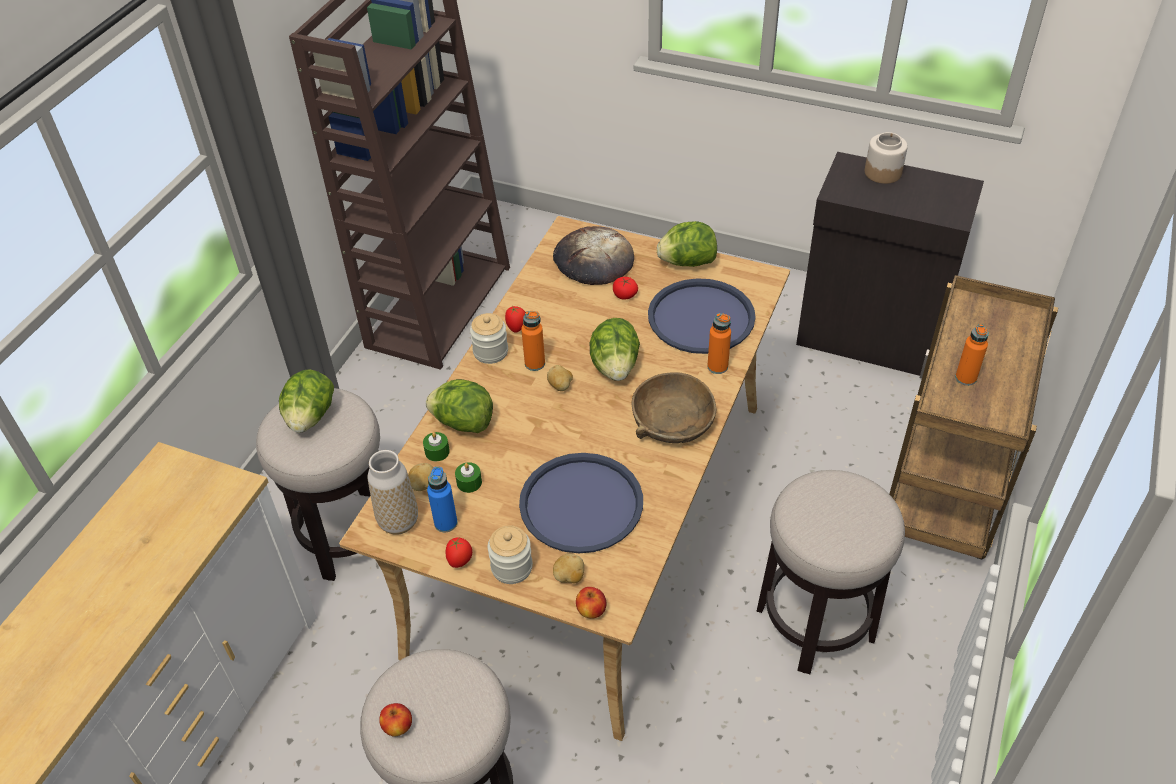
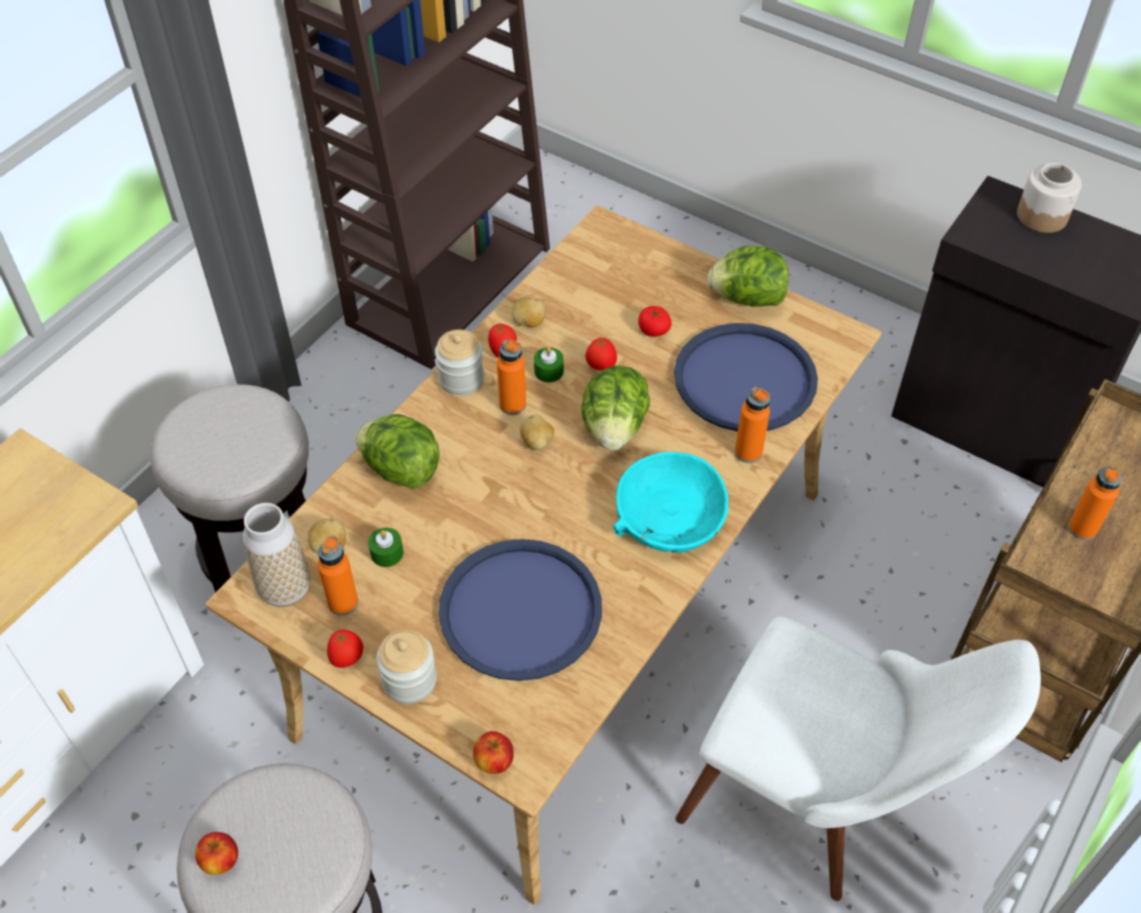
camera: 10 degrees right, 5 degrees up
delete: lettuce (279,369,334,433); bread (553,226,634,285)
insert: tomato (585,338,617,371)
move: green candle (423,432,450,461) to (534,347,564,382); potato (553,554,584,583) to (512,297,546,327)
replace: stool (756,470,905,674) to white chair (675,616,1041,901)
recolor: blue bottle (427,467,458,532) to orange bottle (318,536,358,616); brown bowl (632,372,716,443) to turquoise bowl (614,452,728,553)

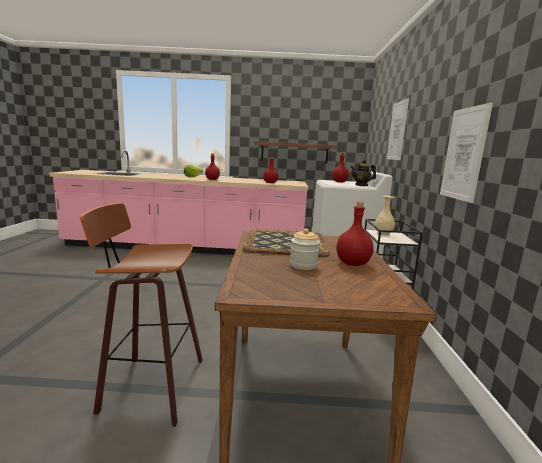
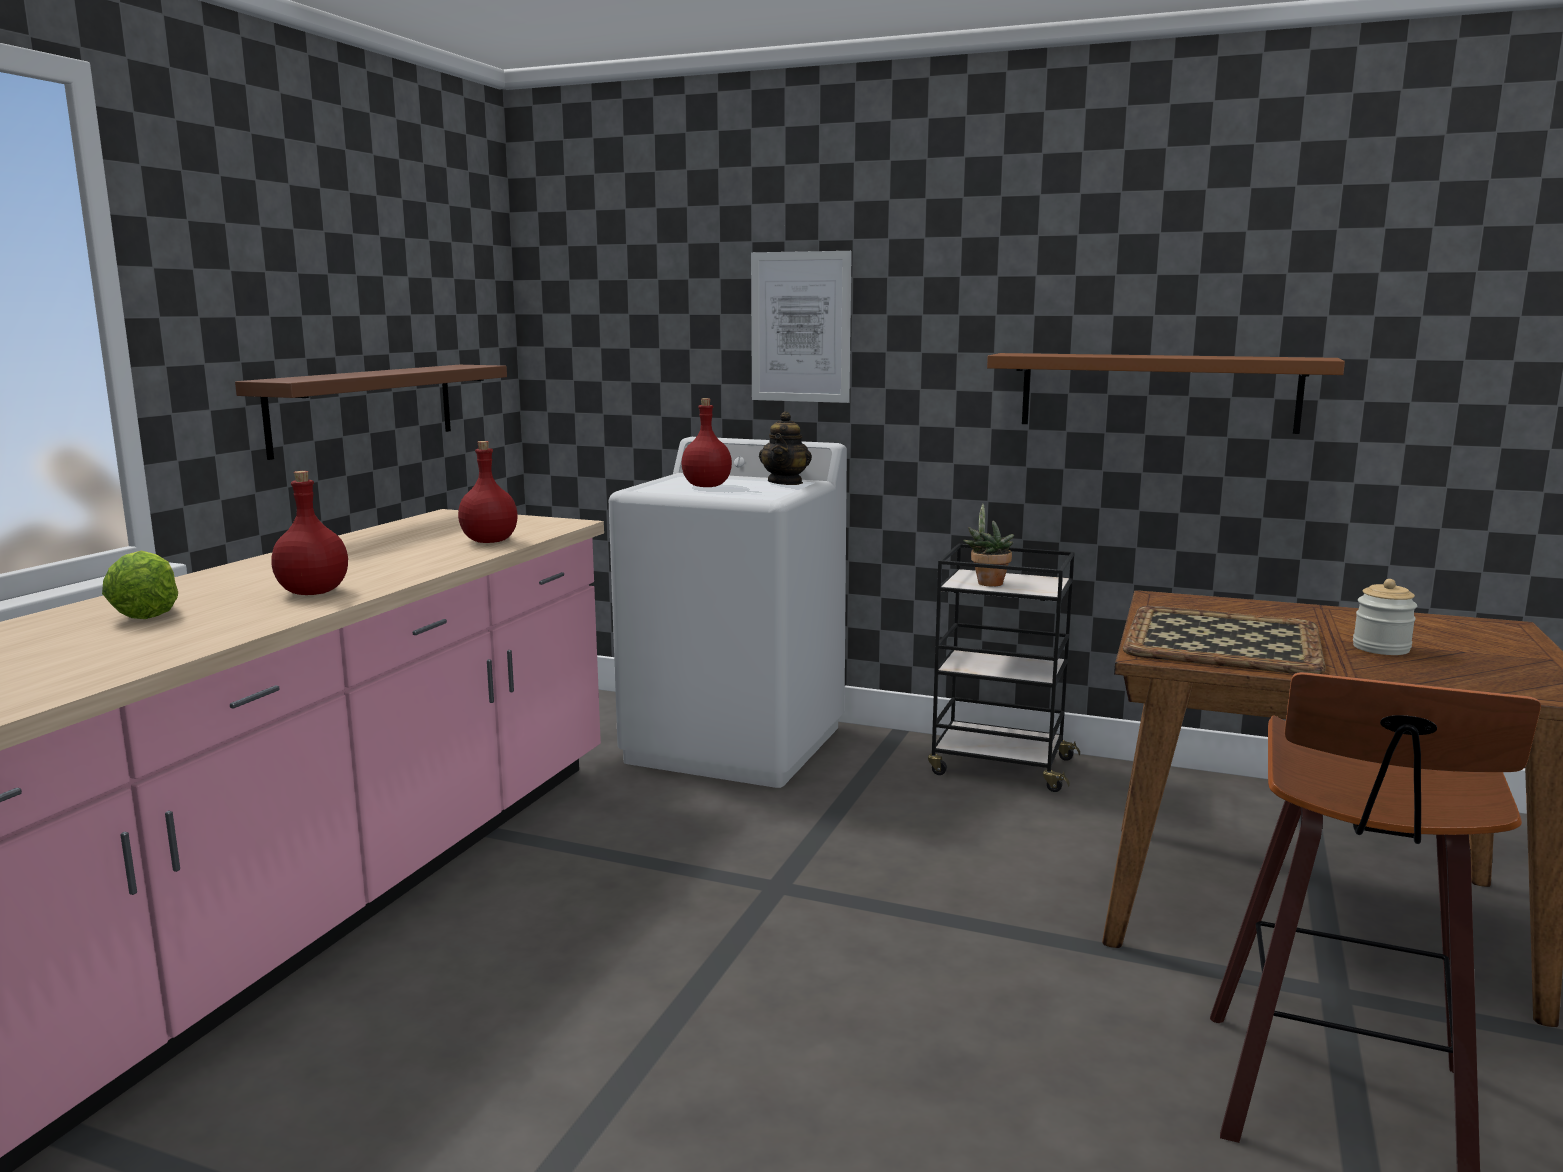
camera: 70 degrees left, 0 degrees up
delete: red bottle (336,202,374,266)
replace: beige vase (374,196,395,236) to potted plant (963,503,1014,586); picture (440,103,493,203) to brown shelf (987,353,1345,434)

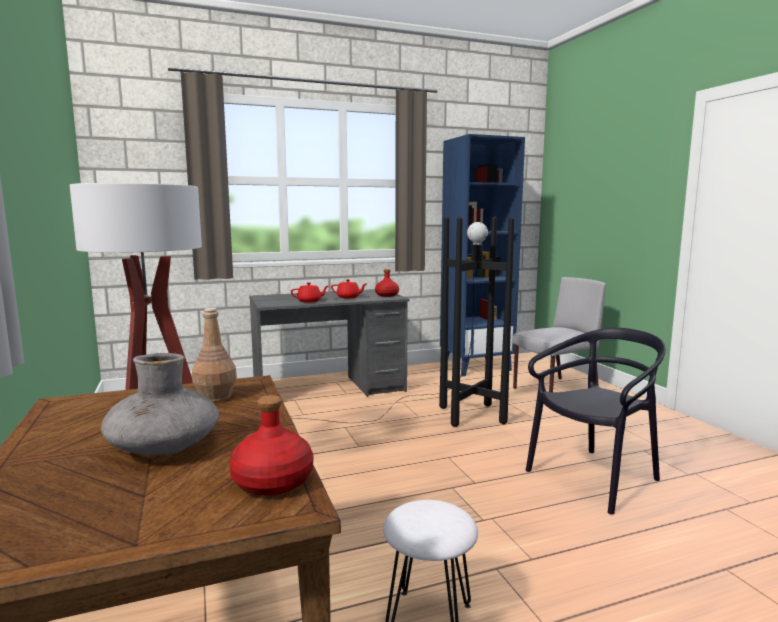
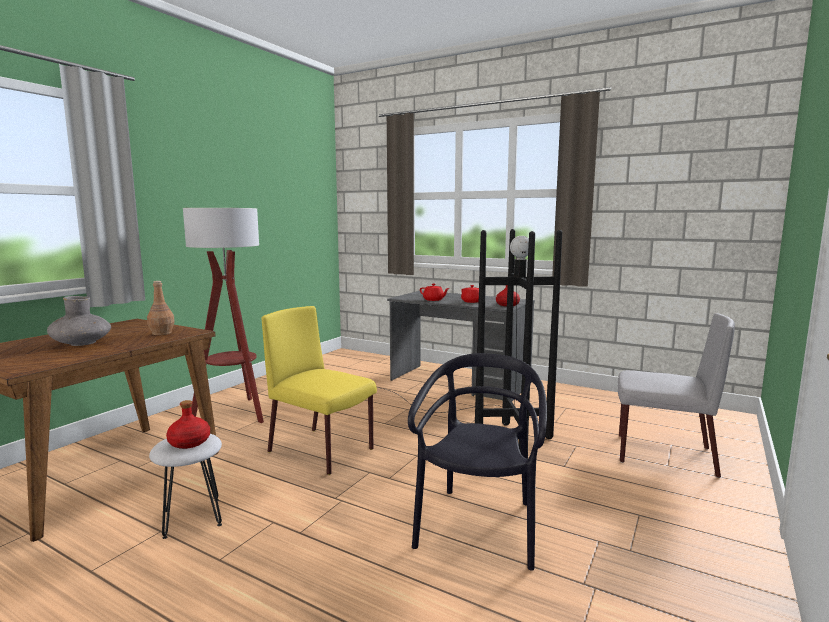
camera: 50 degrees right, 0 degrees up
delete: blue bookcase (440,134,525,376)
insert: yellow chair (262,306,377,475)
move: red bottle (229,395,313,496) to (166,400,210,449)
rotate: black chair (526,328,666,515) = (408,353,547,571) 90 degrees counterclockwise

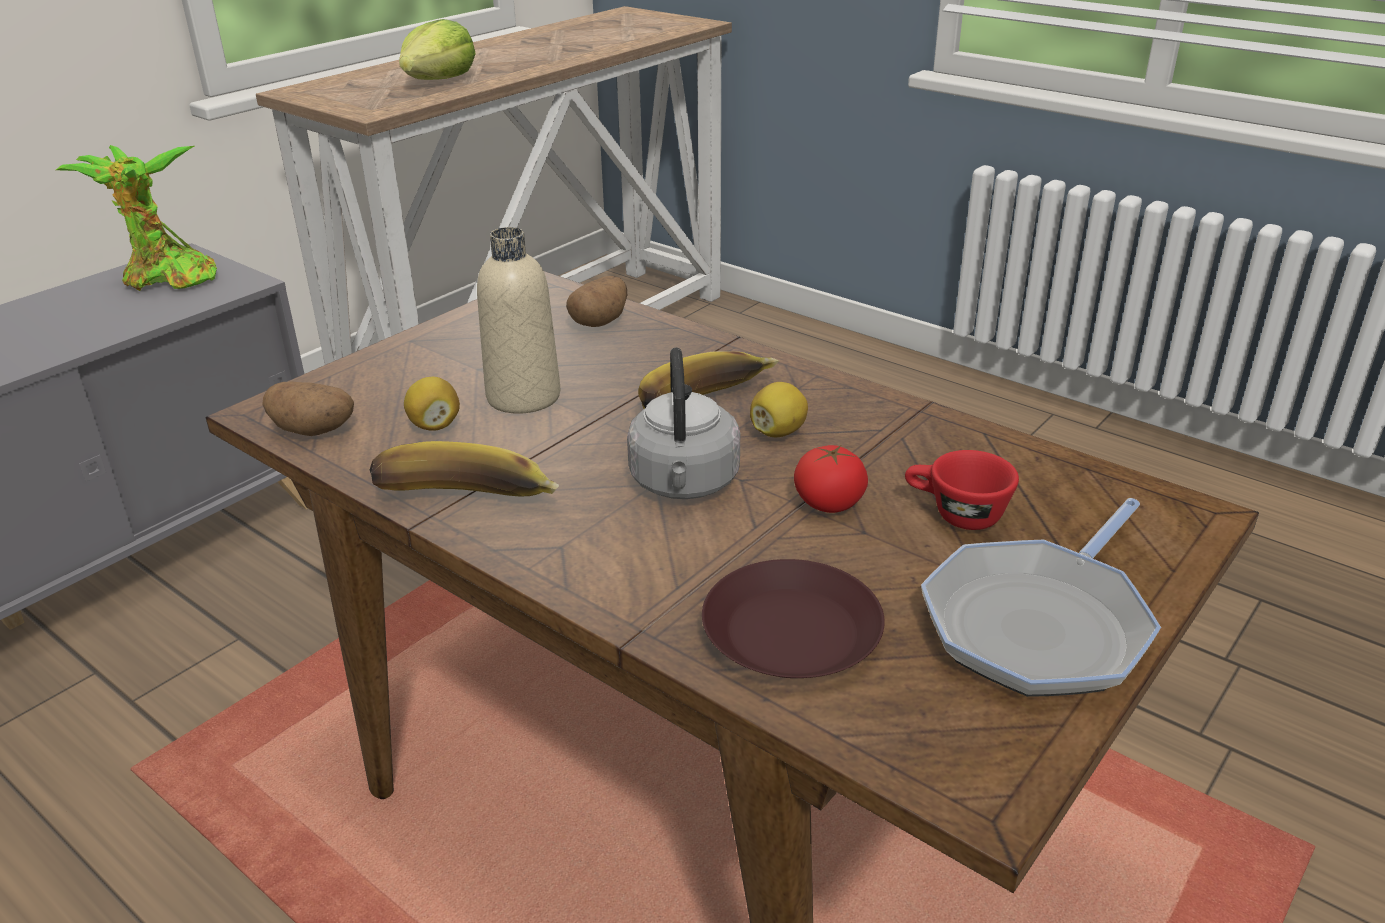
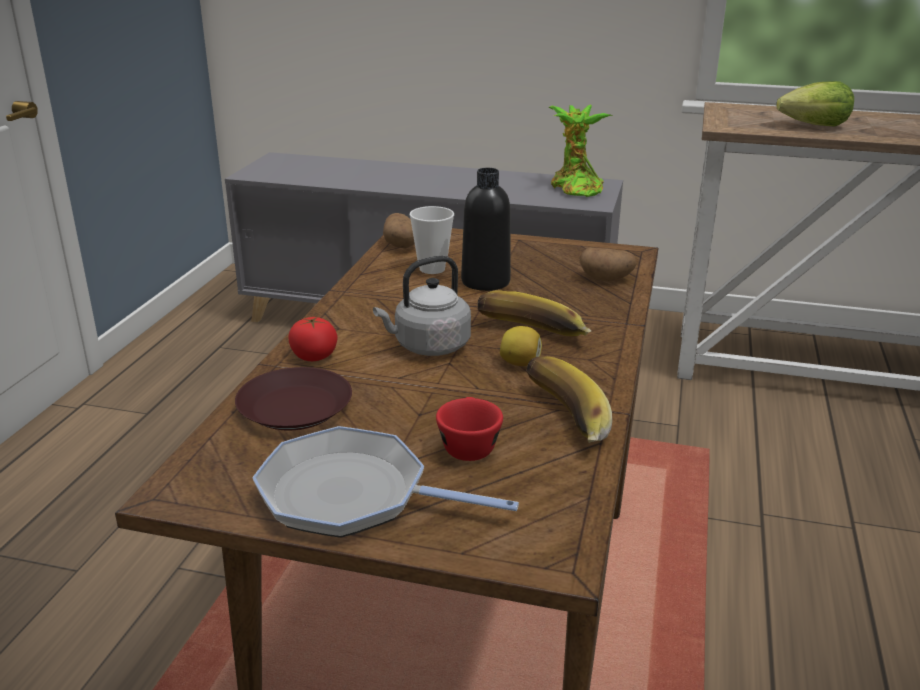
camera: 65 degrees right, 5 degrees down
move: banana (370,441,560,496) to (527,356,612,443); tomato (794,445,868,513) to (288,317,338,361)
replace: lemon (404,377,460,431) to cup (410,206,454,274)
recolor: beige bottle (477,227,560,414) to black bottle (461,168,511,291)

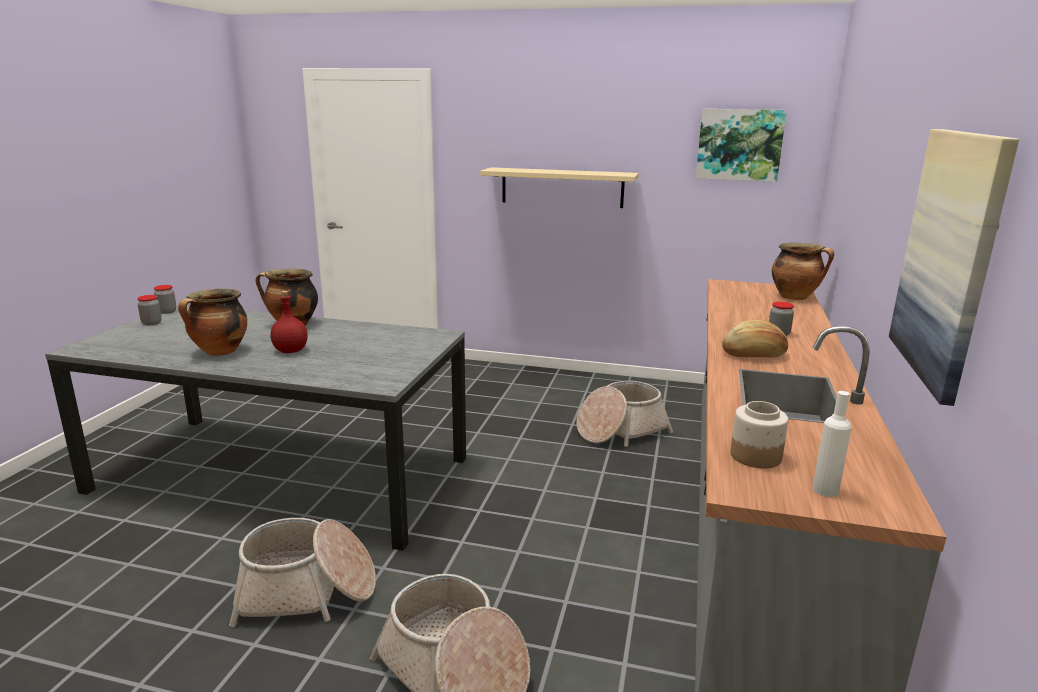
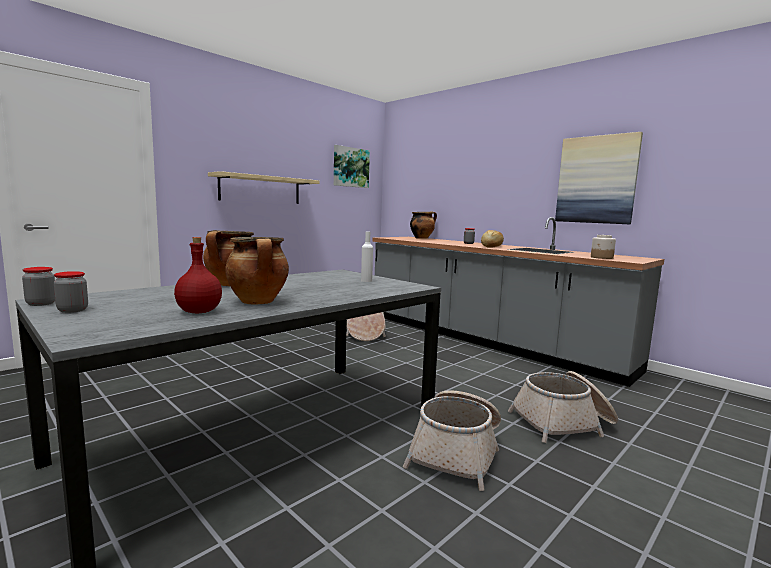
camera: 60 degrees left, 10 degrees down
move: red bottle (271,291,308,353) to (174,237,222,313); white bottle (813,391,852,497) to (361,232,373,282)

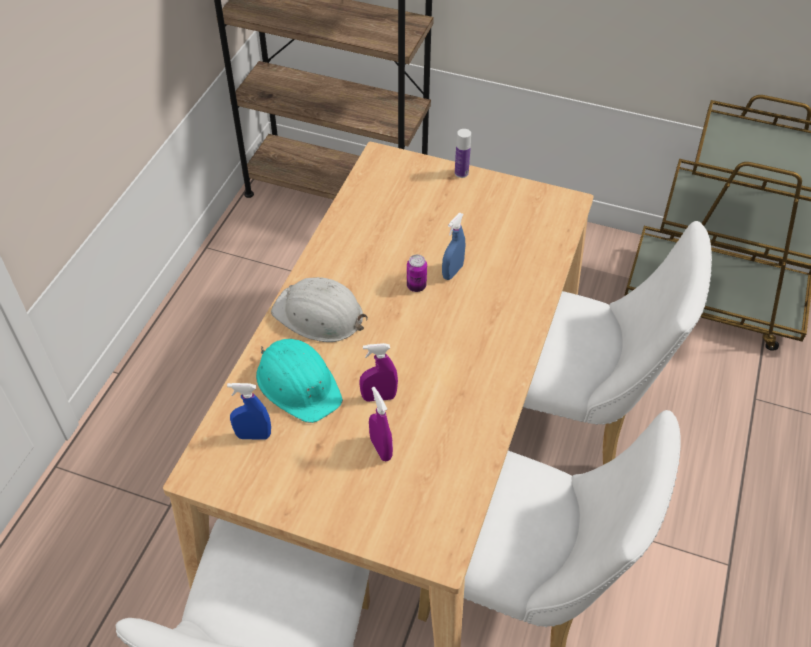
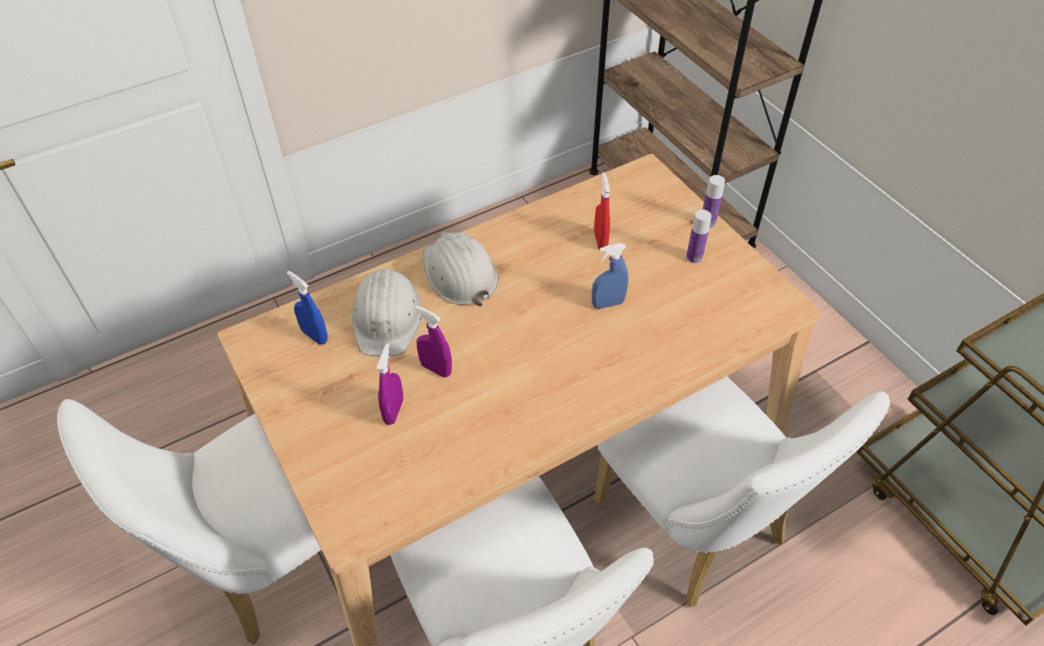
camera: 40 degrees right, 0 degrees up
delete: can (407,255,427,292)
insert: red spray bottle (594,172,610,249); bottle (686,210,712,264)
recolor: turquoise hard hat (256,339,343,423) to white hard hat (352,269,422,356)

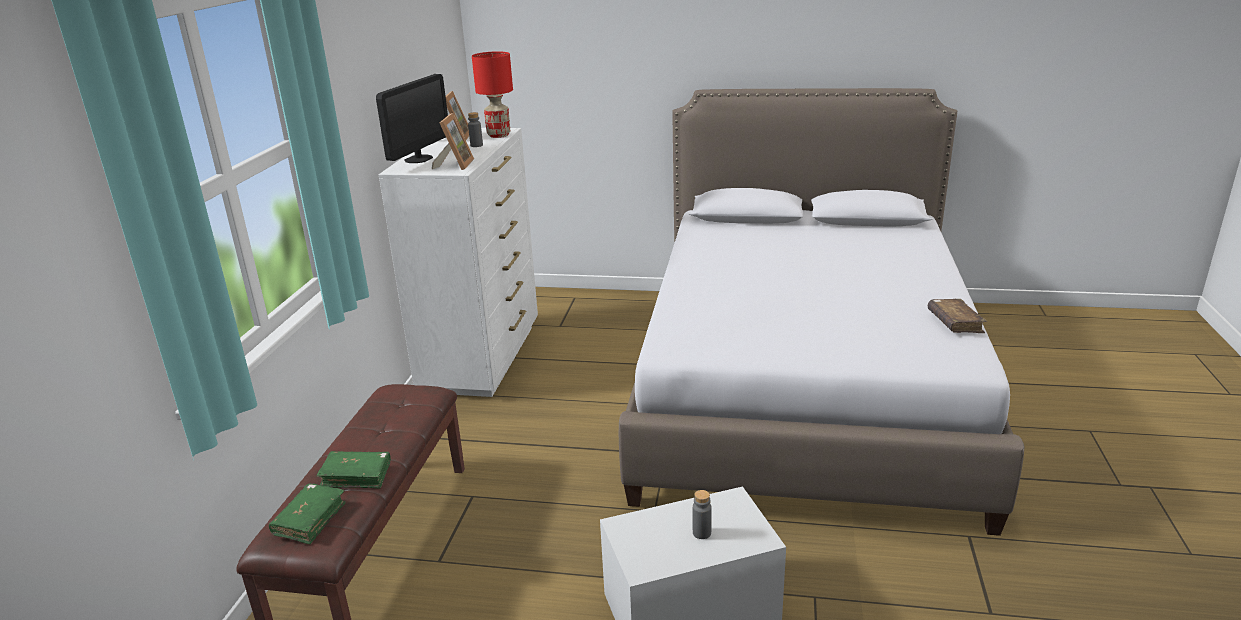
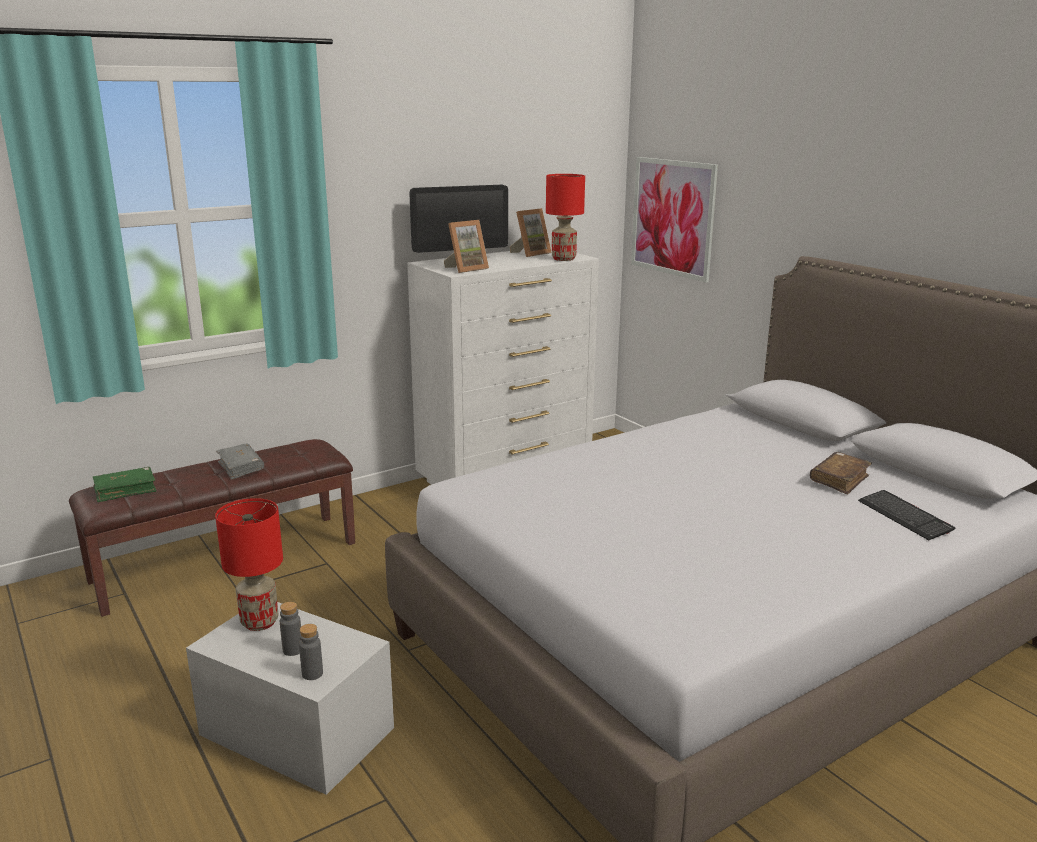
camera: 45 degrees right, 5 degrees down
delete: green book (317,451,391,488)
insert: red table lamp (215,498,283,631); grey book (216,444,264,480); picture (631,157,718,283); keyboard (858,490,955,540)
move: grey bottle (468,112,483,147) to (299,624,323,680); brown book (928,299,987,333) to (810,452,872,495)

